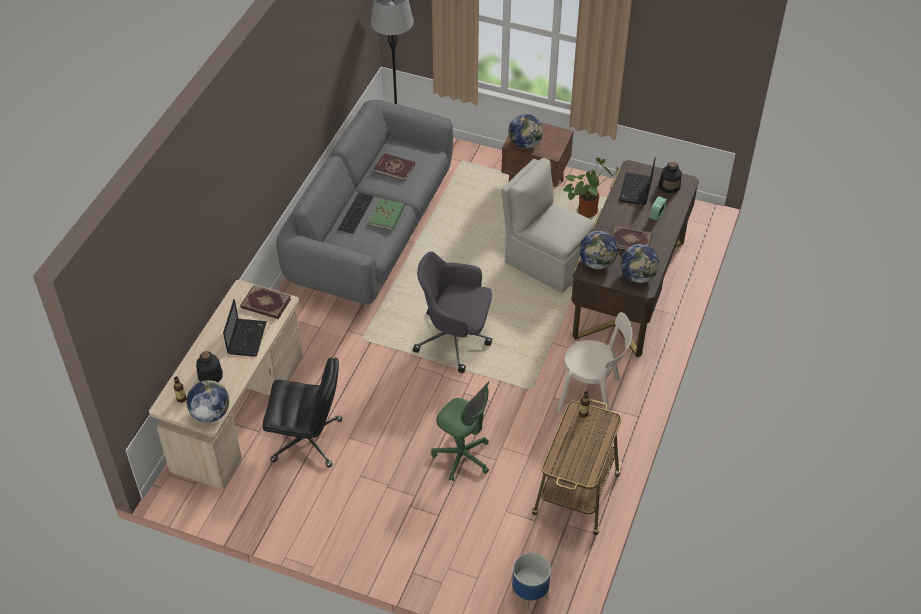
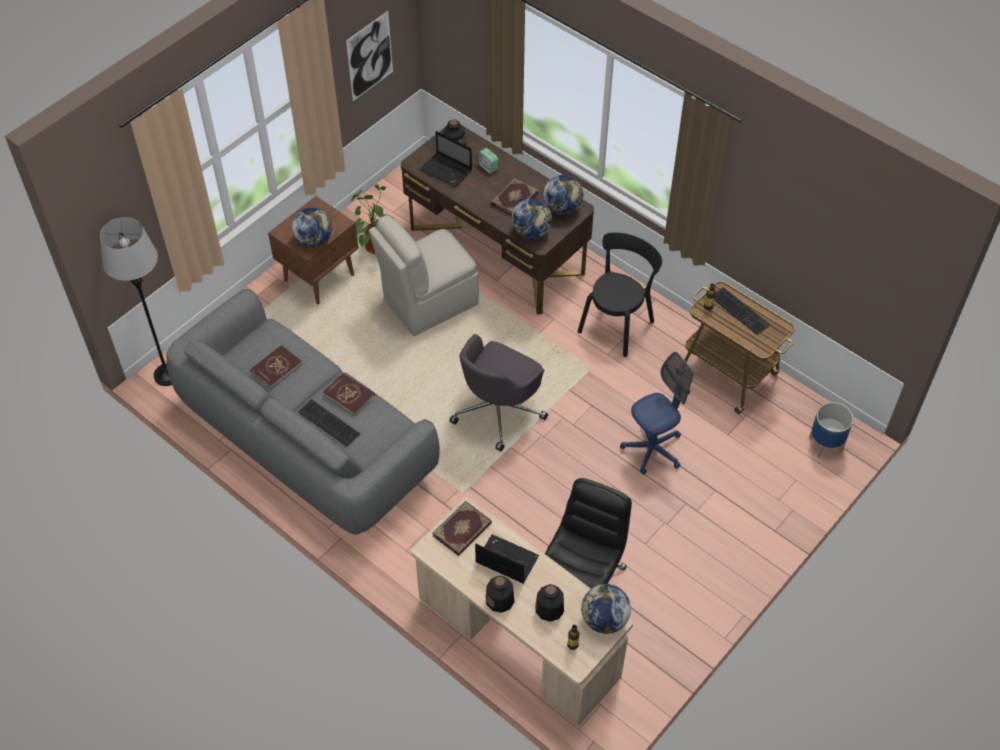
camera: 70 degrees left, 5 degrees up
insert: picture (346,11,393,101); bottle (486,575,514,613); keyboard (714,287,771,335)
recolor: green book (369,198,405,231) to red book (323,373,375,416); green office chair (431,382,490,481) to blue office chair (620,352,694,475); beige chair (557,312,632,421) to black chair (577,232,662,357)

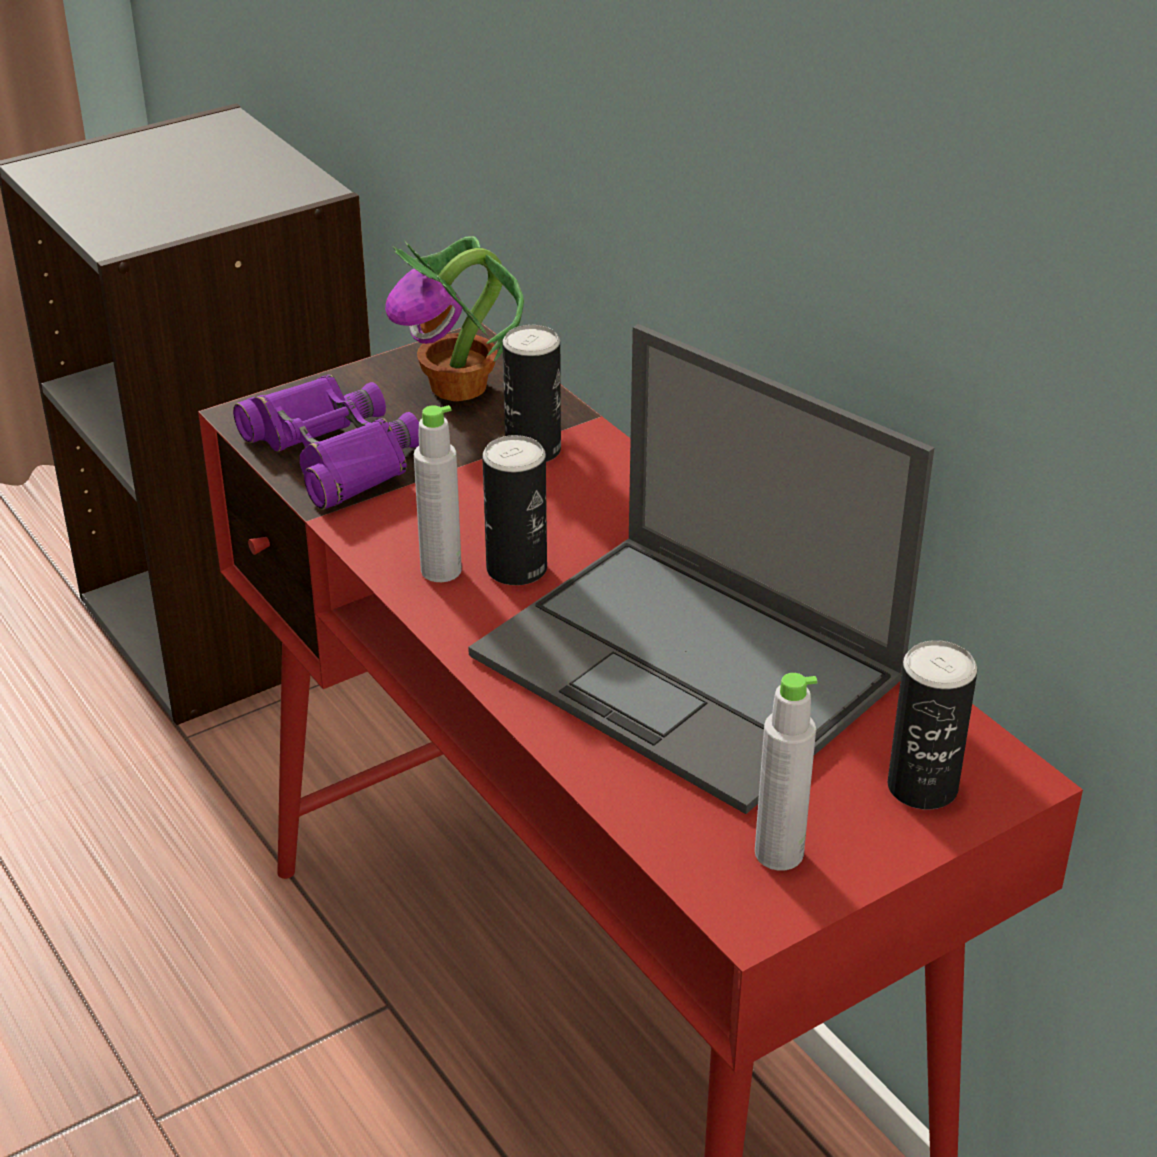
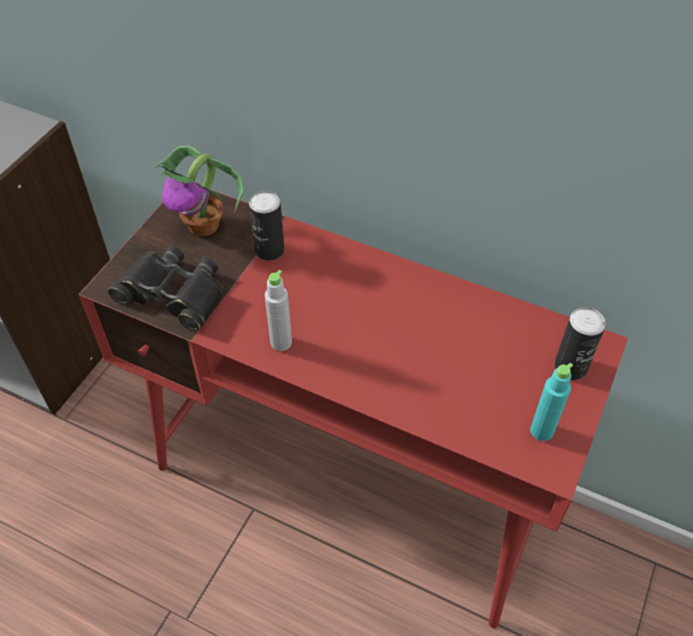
camera: 30 degrees left, 15 degrees up
delete: laptop (468,324,934,814); can (482,435,547,585)
recolor: purple binoculars (233,374,419,510) to black binoculars (108,245,223,331); grey bottle (755,673,817,871) to turquoise bottle (530,363,573,441)

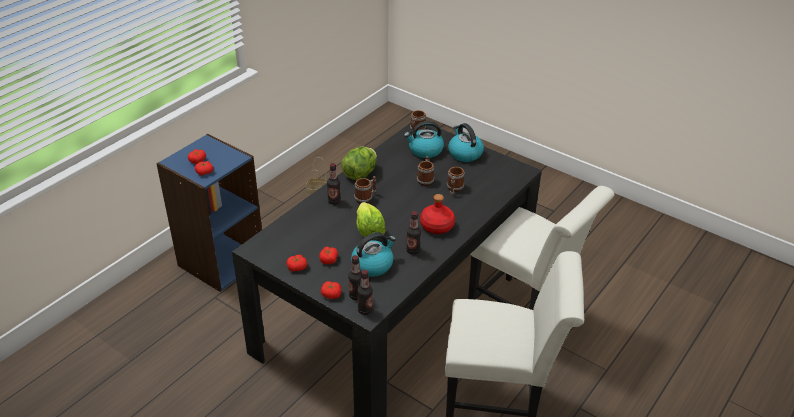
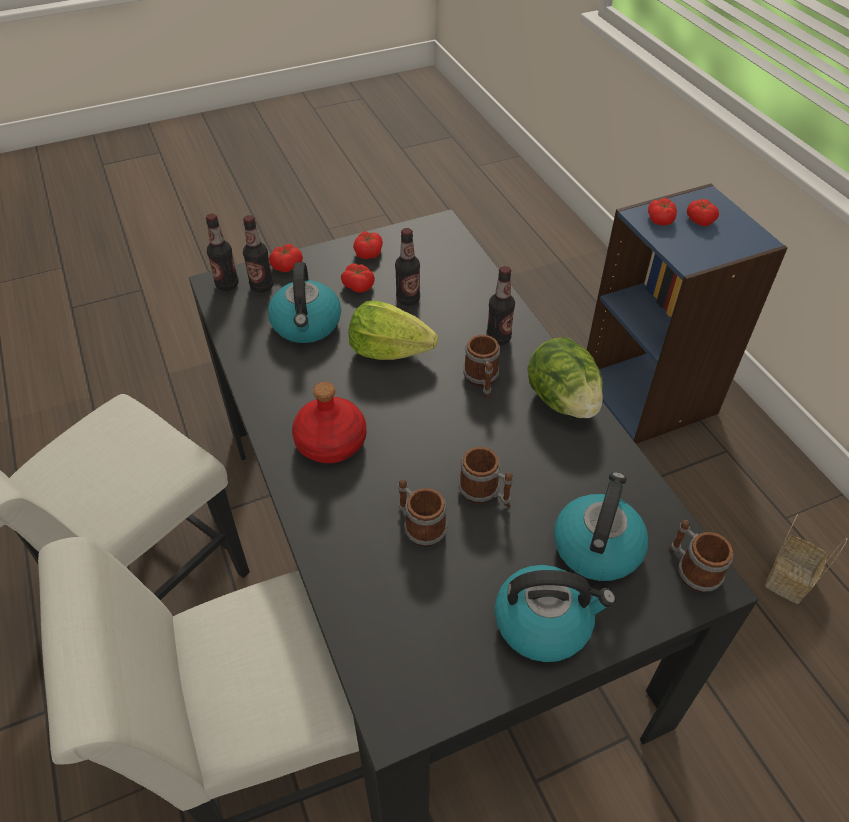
camera: 120 degrees right, 10 degrees up
move: bottle (406,211,421,255) to (395,228,420,306)

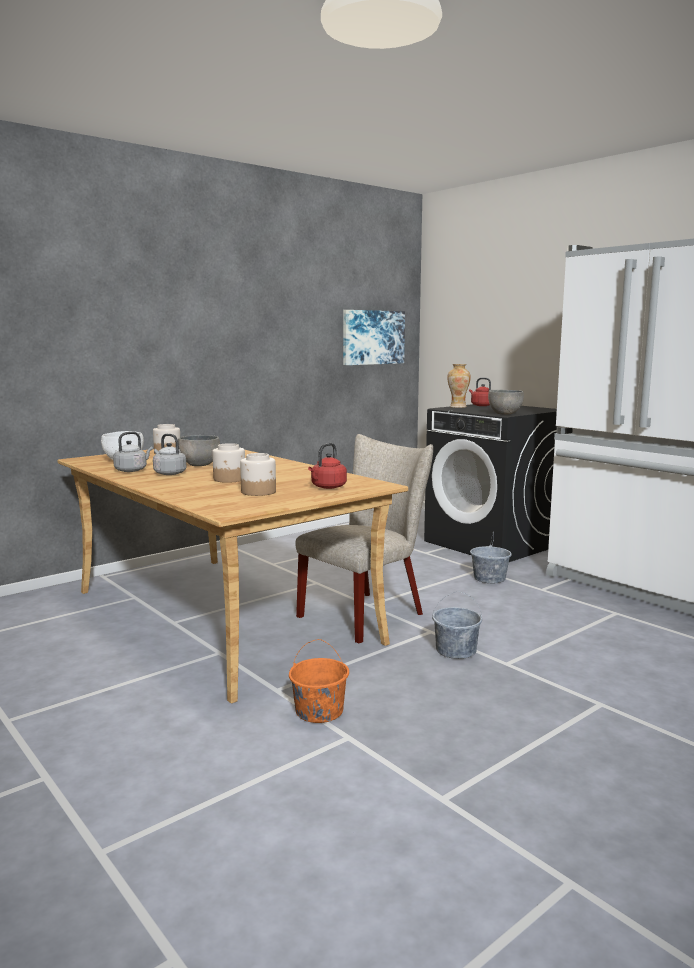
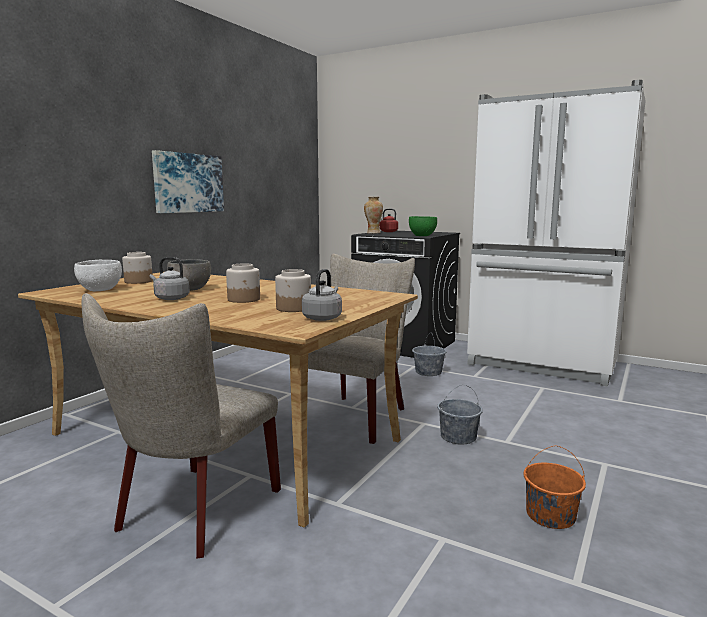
camera: 20 degrees left, 0 degrees up
delete: red kettle (308,443,347,489)
insert: beige chair (82,293,281,558)
move: grey kettle (113,432,153,472) to (302,269,342,321); orange bucket (289,639,349,723) to (523,446,586,529); picture (343,310,405,365) to (152,150,224,213)
recolor: grey bowl (488,390,524,414) to green bowl (409,216,437,236)

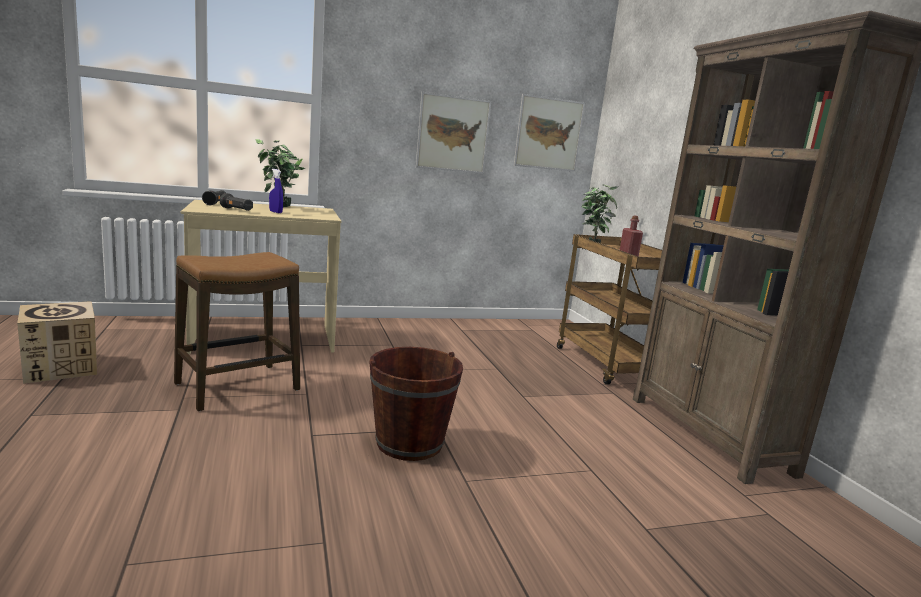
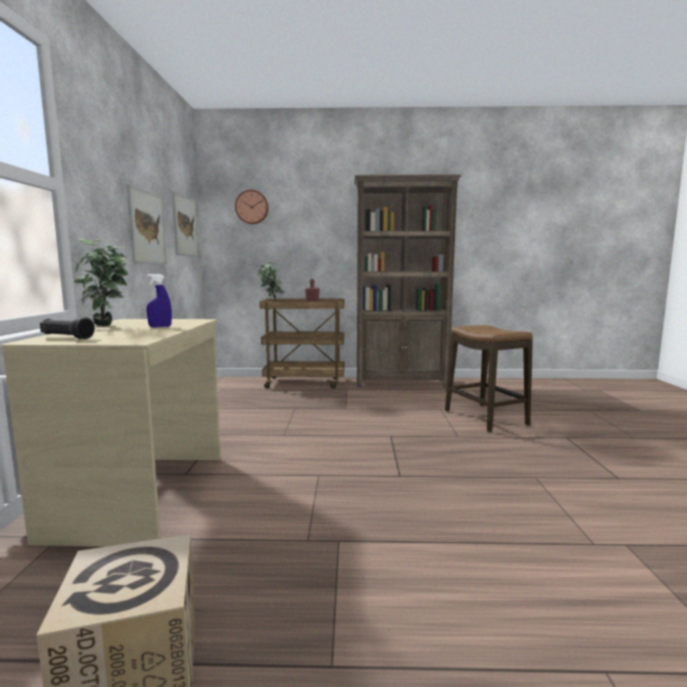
camera: 70 degrees left, 5 degrees down
delete: black flashlight (220,193,253,211); brown bucket (369,347,463,461)
insert: wall clock (235,190,269,224)
move: stool (174,252,300,411) to (445,325,533,432)

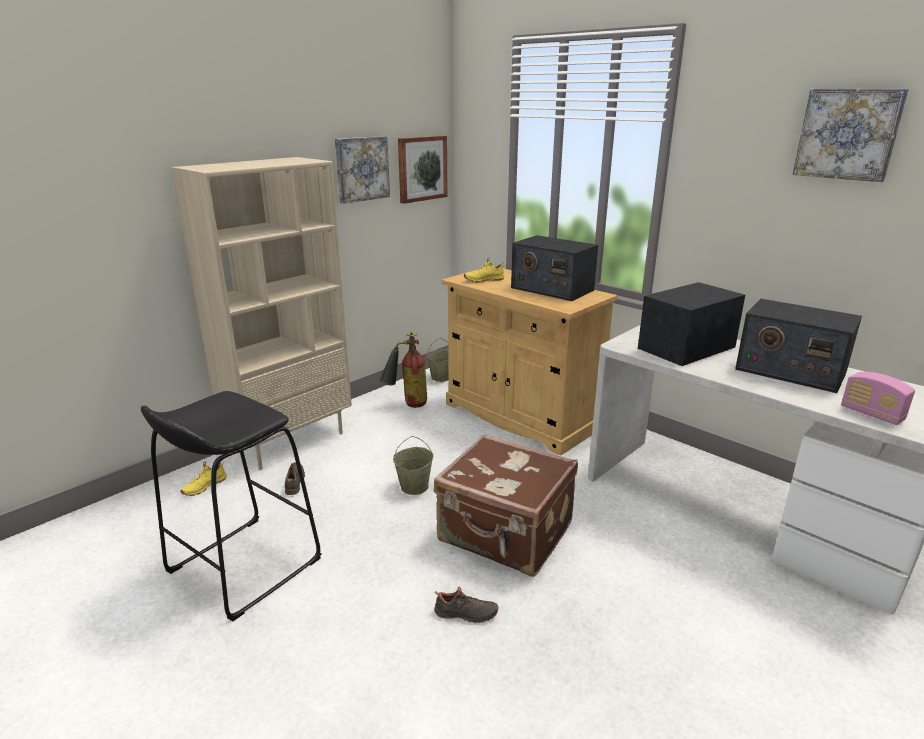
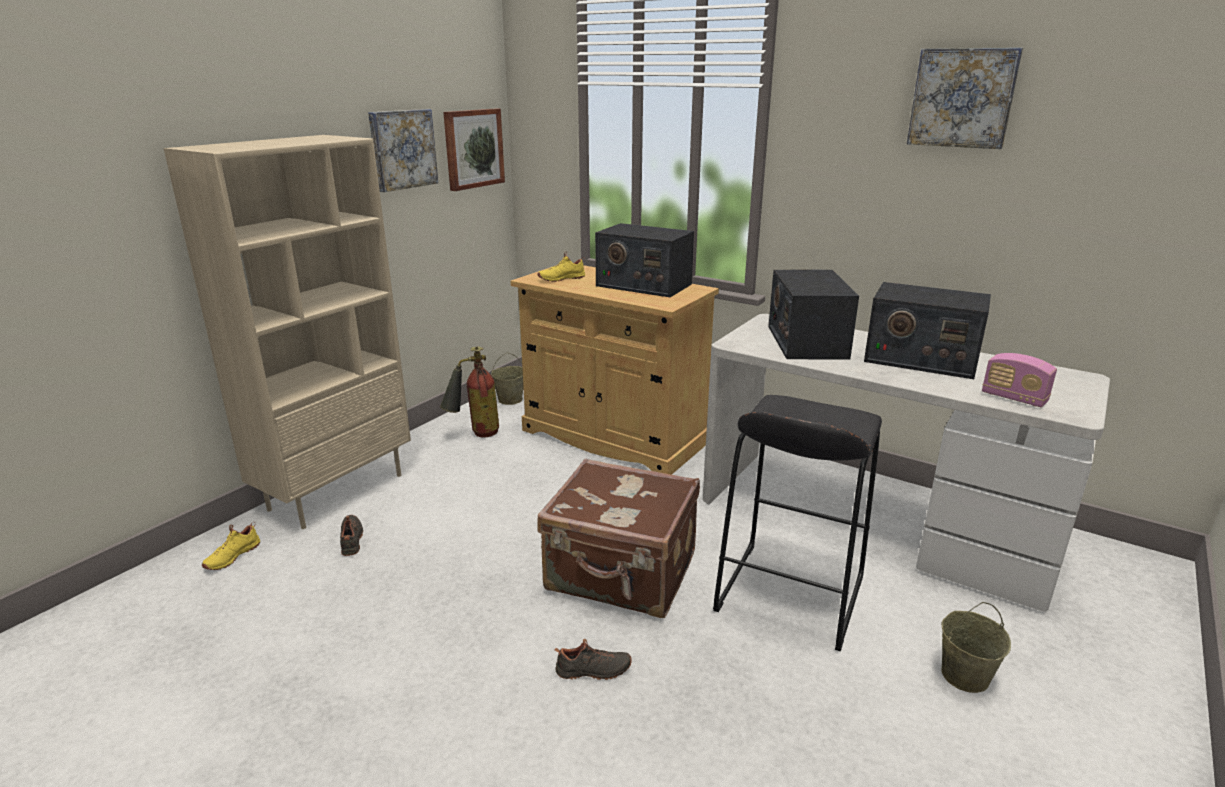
camera: 10 degrees left, 0 degrees up
move: black stool (141,391,321,622) to (713,395,882,651); beige bucket (393,436,433,495) to (941,602,1011,693)
rotate: radio (638,282,745,366) = (768,269,859,360) 45 degrees counterclockwise

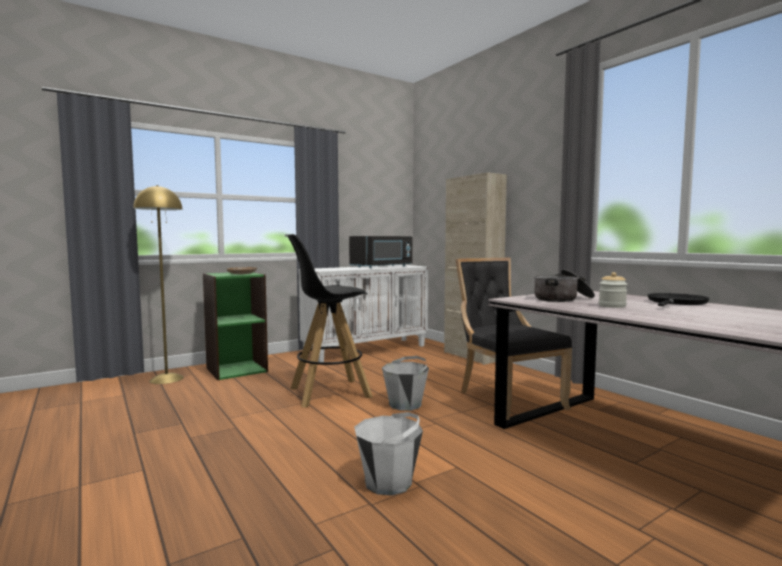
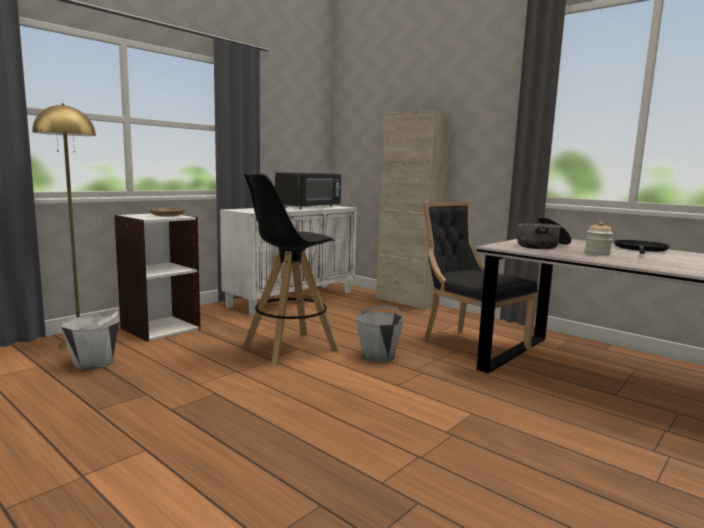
camera: 15 degrees left, 5 degrees up
move: white bucket (354,412,423,496) to (61,310,119,370)
recolor: green bookcase (203,272,268,380) to white bookcase (114,214,201,342)

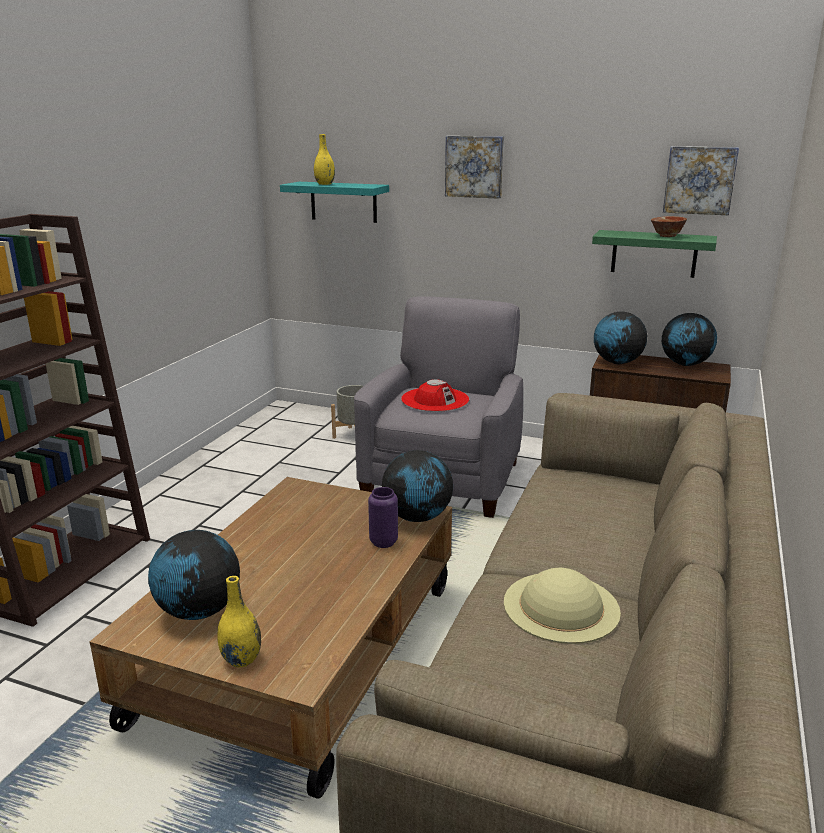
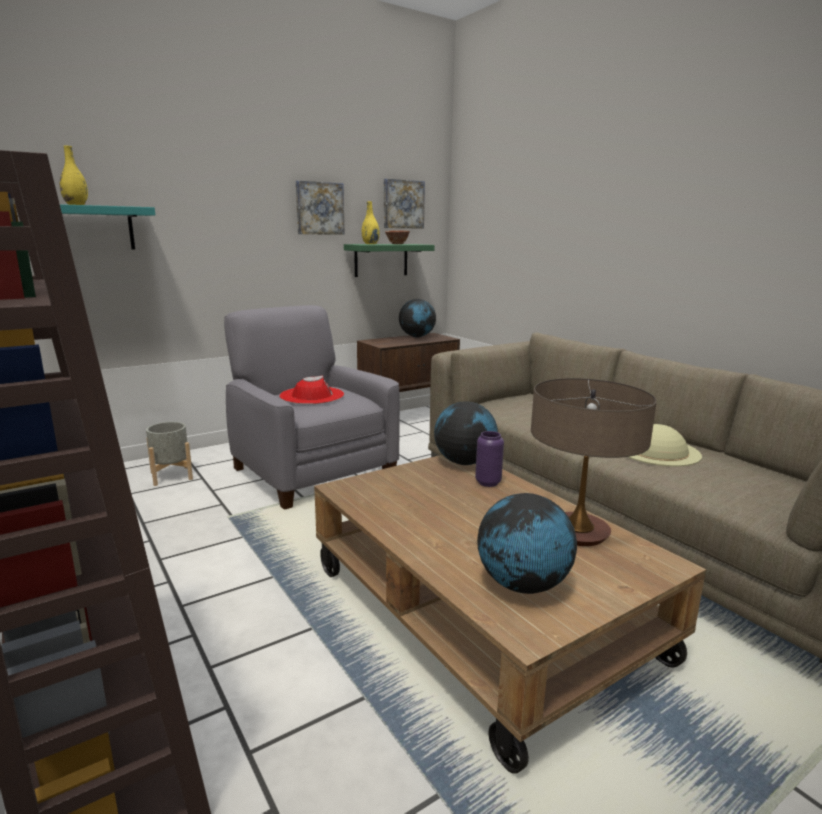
camera: 55 degrees left, 5 degrees down
delete: globe (594,312,647,364)
insert: table lamp (531,378,657,546)
move: yellow vase (217,576,261,667) to (362,201,380,244); picture (445,136,504,199) to (296,181,344,235)

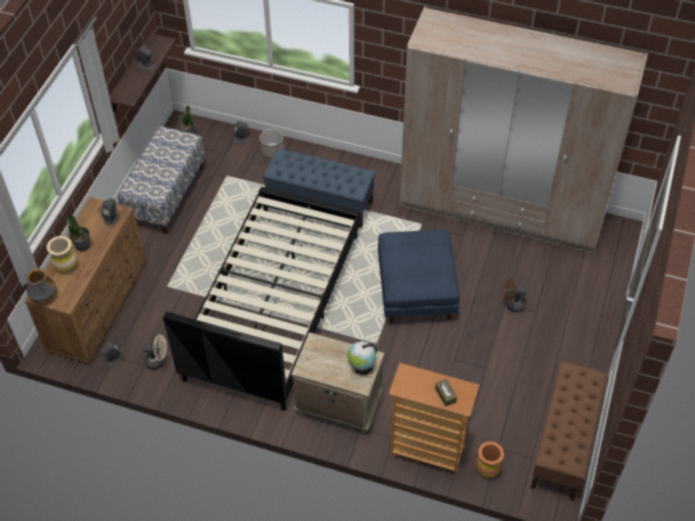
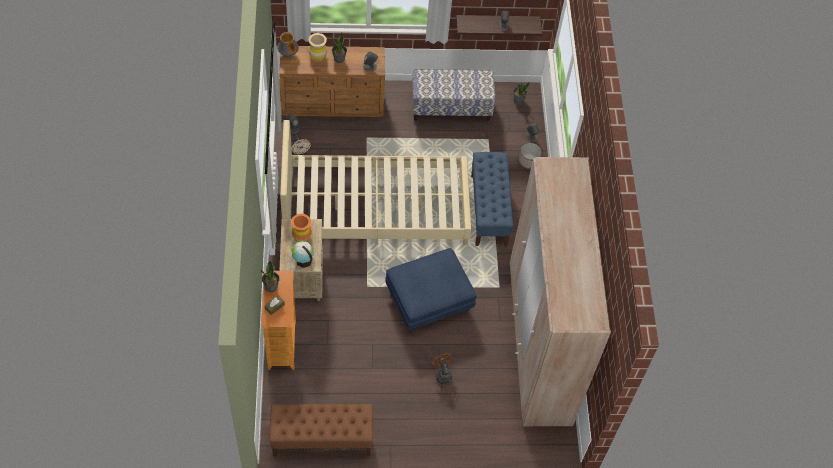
camera: 65 degrees right, 5 degrees up
insert: potted plant (261,261,280,292)
move: orange vase (476,442,504,478) to (291,214,312,242)
recolor: black bed (163,187,360,411) to beige bed (280,120,471,245)

